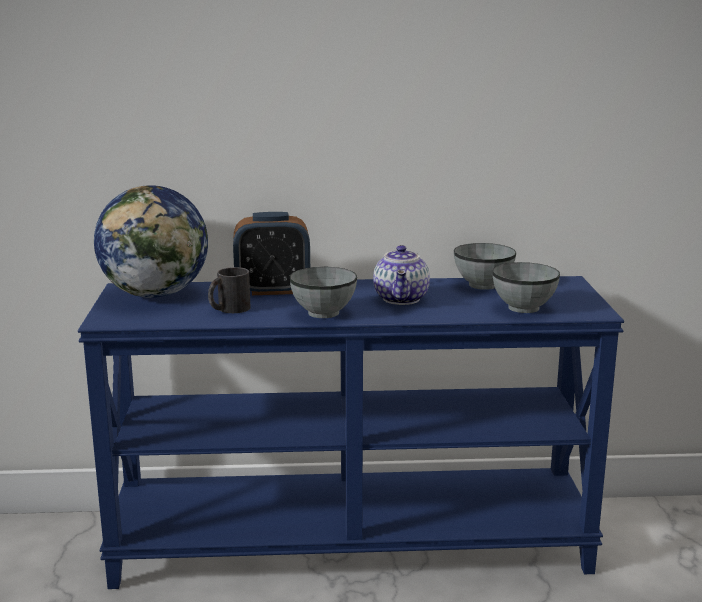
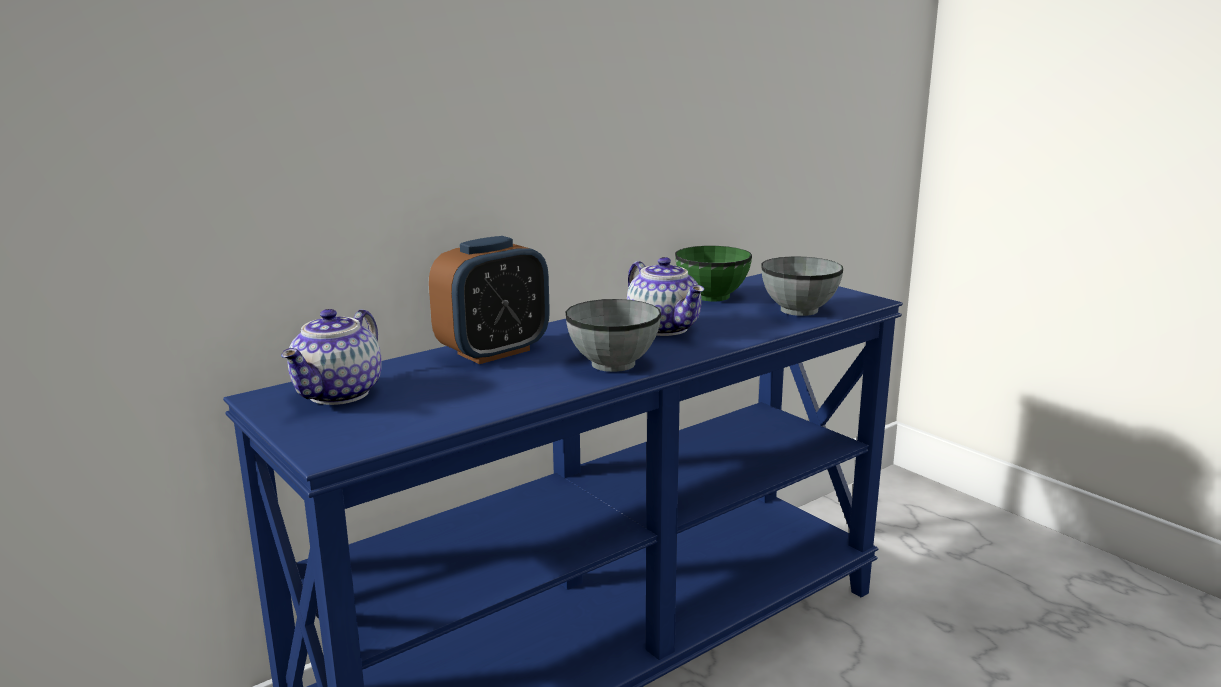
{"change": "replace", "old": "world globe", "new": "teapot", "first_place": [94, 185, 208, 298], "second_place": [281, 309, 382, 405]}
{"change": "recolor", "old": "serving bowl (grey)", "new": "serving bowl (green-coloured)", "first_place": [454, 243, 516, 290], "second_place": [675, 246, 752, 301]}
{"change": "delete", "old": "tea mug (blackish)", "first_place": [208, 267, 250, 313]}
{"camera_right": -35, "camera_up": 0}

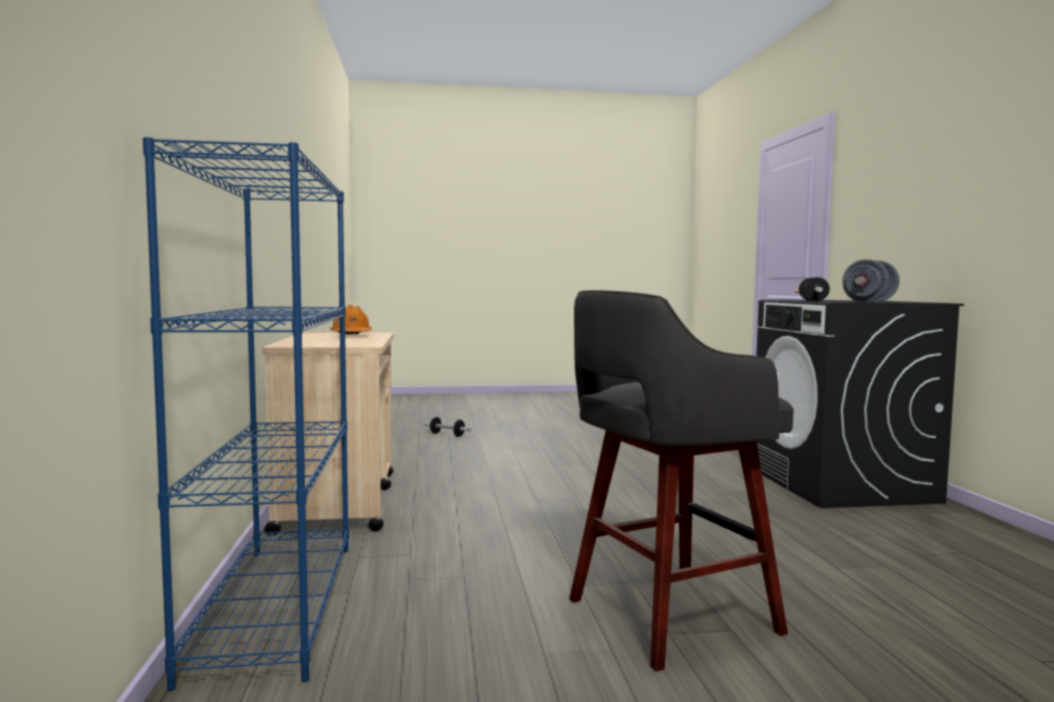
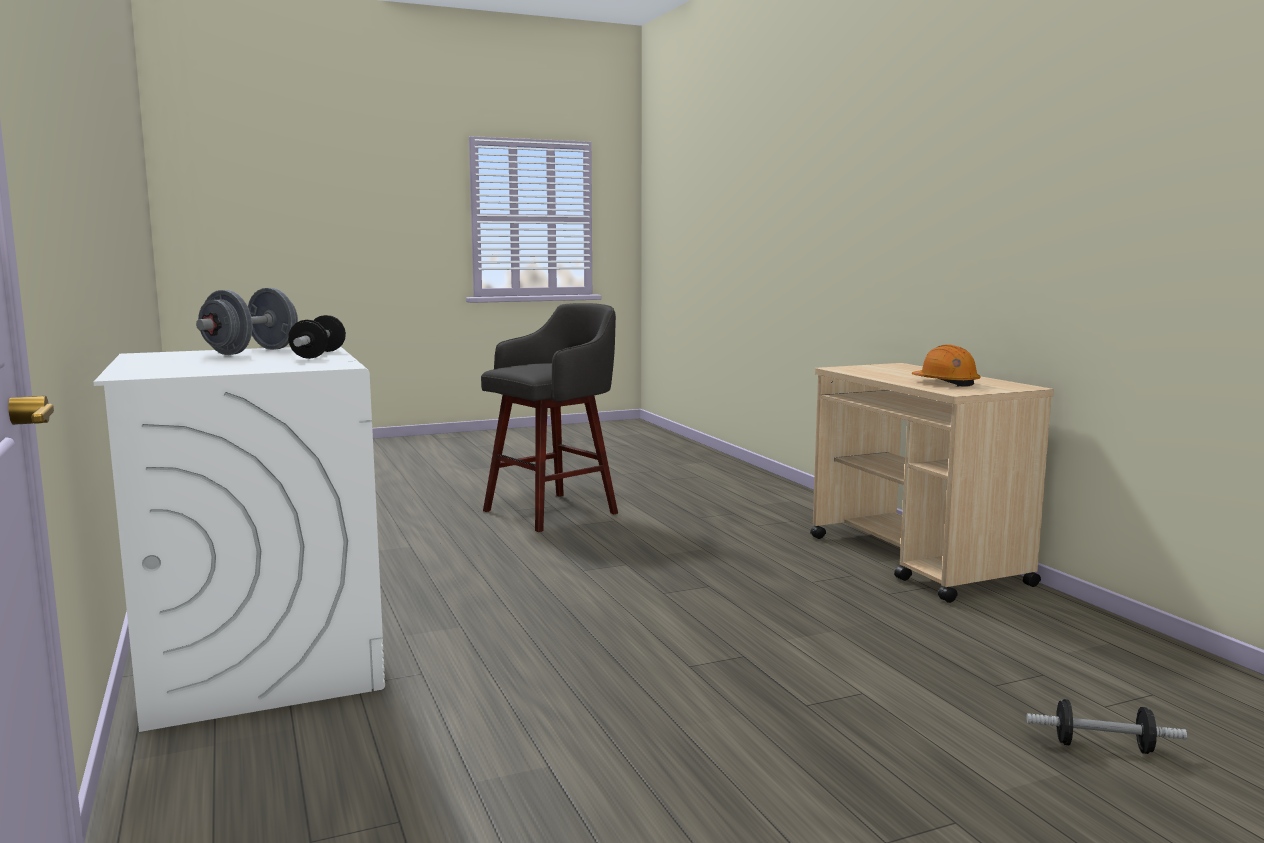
{"change": "delete", "old": "bookcase (bluish)", "first_place": [143, 137, 349, 691]}
{"change": "recolor", "old": "laundry appliance (blackish)", "new": "laundry appliance (white)", "first_place": [756, 300, 964, 508], "second_place": [93, 347, 385, 732]}
{"camera_right": 165, "camera_up": 5}

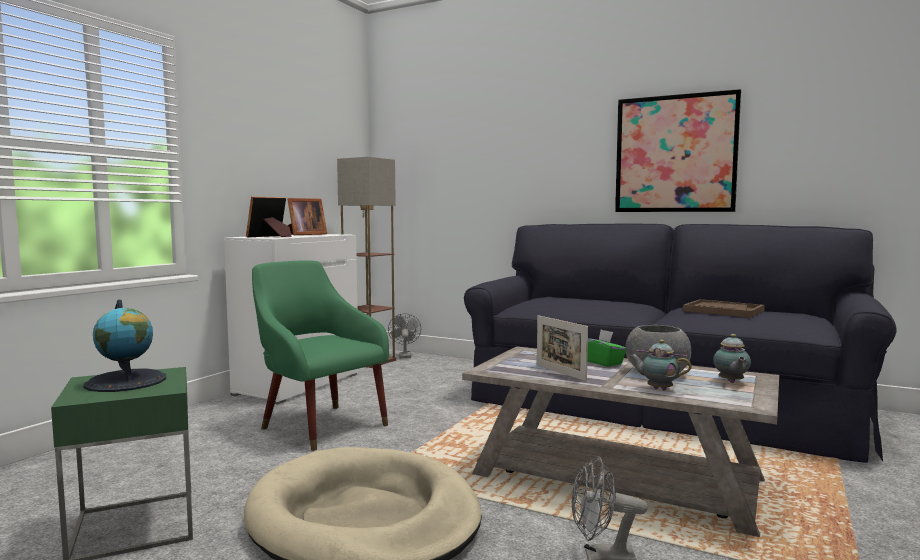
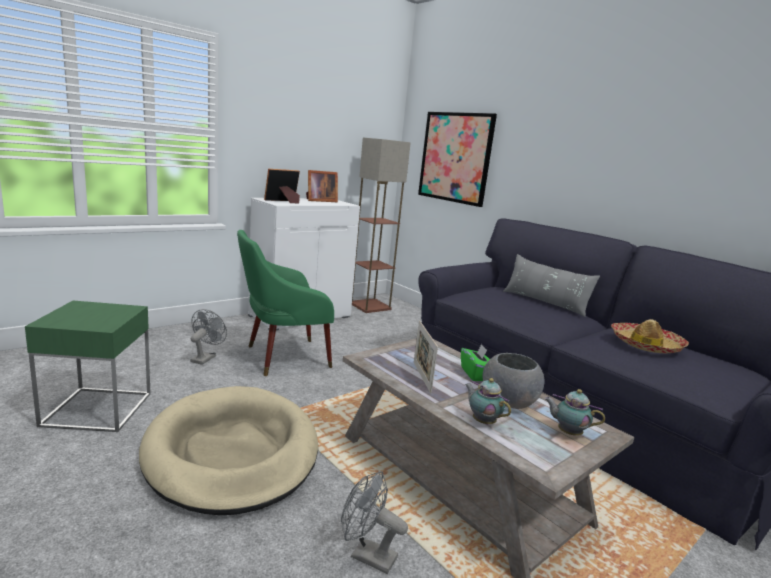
{"change": "move", "old": "wall picture", "first_place": [615, 89, 741, 212], "second_place": [418, 112, 497, 207]}
{"change": "rotate", "old": "armchair (green-coloured)", "first_place": [252, 260, 389, 451], "second_place": [237, 230, 334, 376], "degrees": -90}
{"change": "replace", "old": "serving tray (brown)", "new": "clothing hat", "first_place": [683, 299, 765, 318], "second_place": [611, 319, 689, 353]}
{"change": "delete", "old": "world globe", "first_place": [83, 300, 166, 392]}
{"change": "move", "old": "electric fan (grey)", "first_place": [388, 313, 421, 358], "second_place": [190, 309, 227, 365]}
{"change": "rotate", "old": "teapot", "first_place": [713, 334, 751, 383], "second_place": [544, 389, 605, 436], "degrees": 90}
{"change": "insert", "new": "pillow (grey)", "second_place": [503, 254, 600, 317]}
{"camera_right": 20, "camera_up": 10}

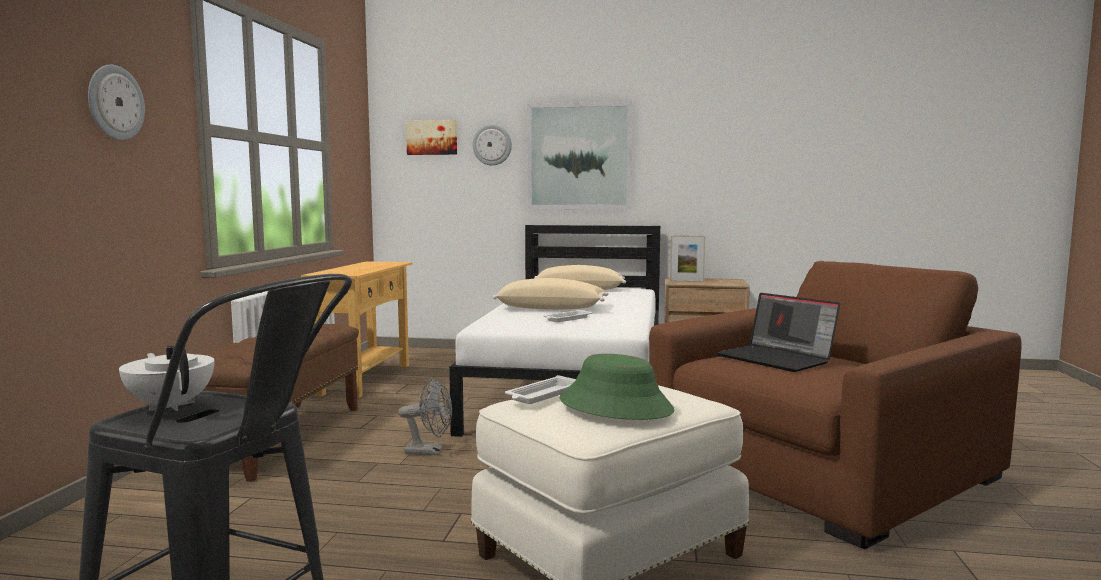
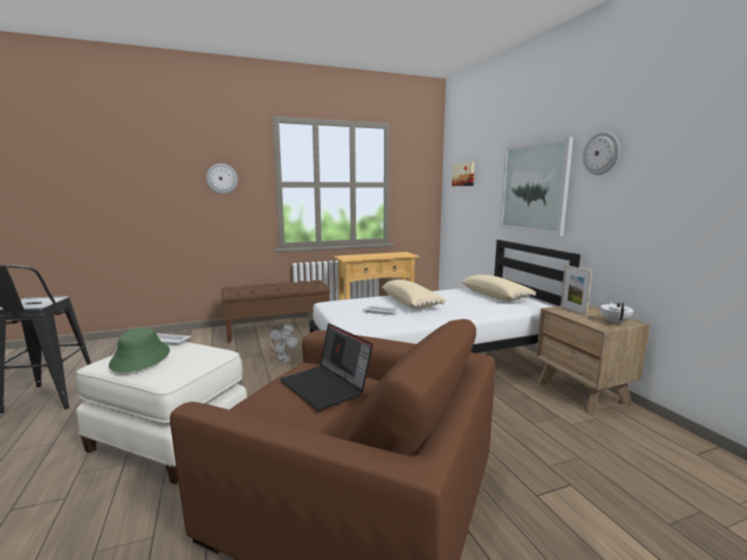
{"change": "move", "old": "wall clock", "first_place": [472, 124, 512, 166], "second_place": [583, 131, 620, 175]}
{"change": "rotate", "old": "notebook computer", "first_place": [717, 293, 840, 372], "second_place": [280, 323, 373, 411], "degrees": -60}
{"change": "move", "old": "teapot (white)", "first_place": [119, 346, 214, 411], "second_place": [601, 302, 634, 325]}
{"camera_right": 60, "camera_up": 5}

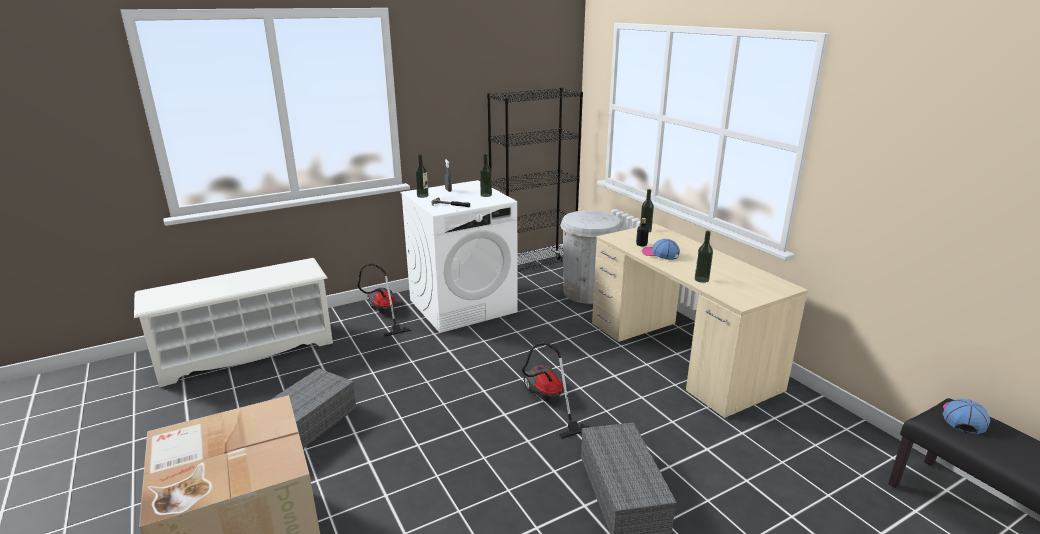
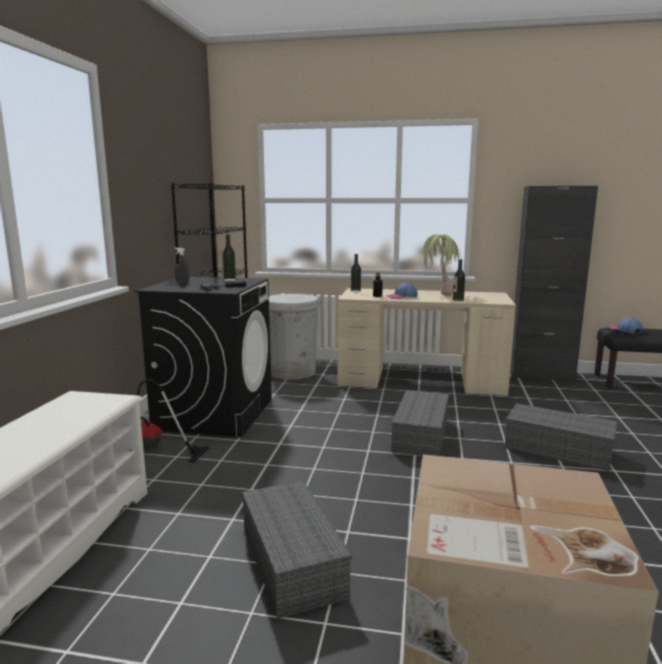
{"change": "delete", "old": "drink bottle", "first_place": [415, 154, 429, 198]}
{"change": "recolor", "old": "laundry appliance (white)", "new": "laundry appliance (blackish)", "first_place": [401, 180, 518, 333], "second_place": [135, 276, 272, 437]}
{"change": "replace", "old": "hoover", "new": "storage container (grey)", "first_place": [522, 343, 589, 439], "second_place": [391, 390, 449, 456]}
{"change": "insert", "new": "cabinet (blackish)", "second_place": [510, 186, 598, 382]}
{"change": "insert", "new": "plant in a pot", "second_place": [421, 234, 461, 296]}
{"camera_right": -50, "camera_up": -10}

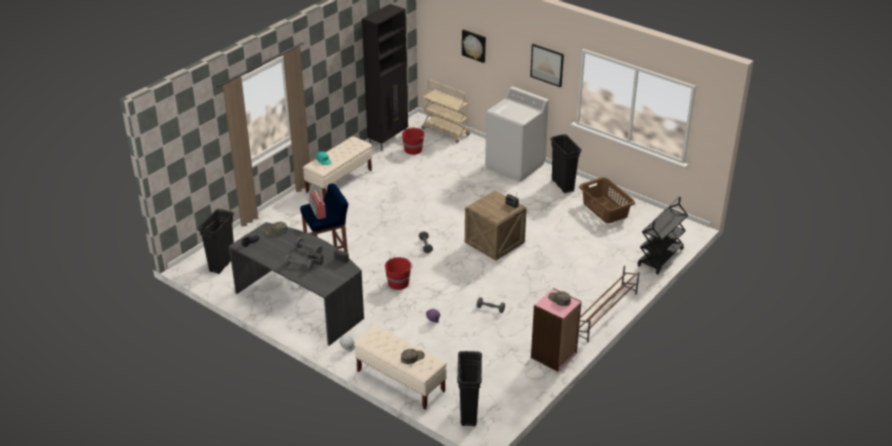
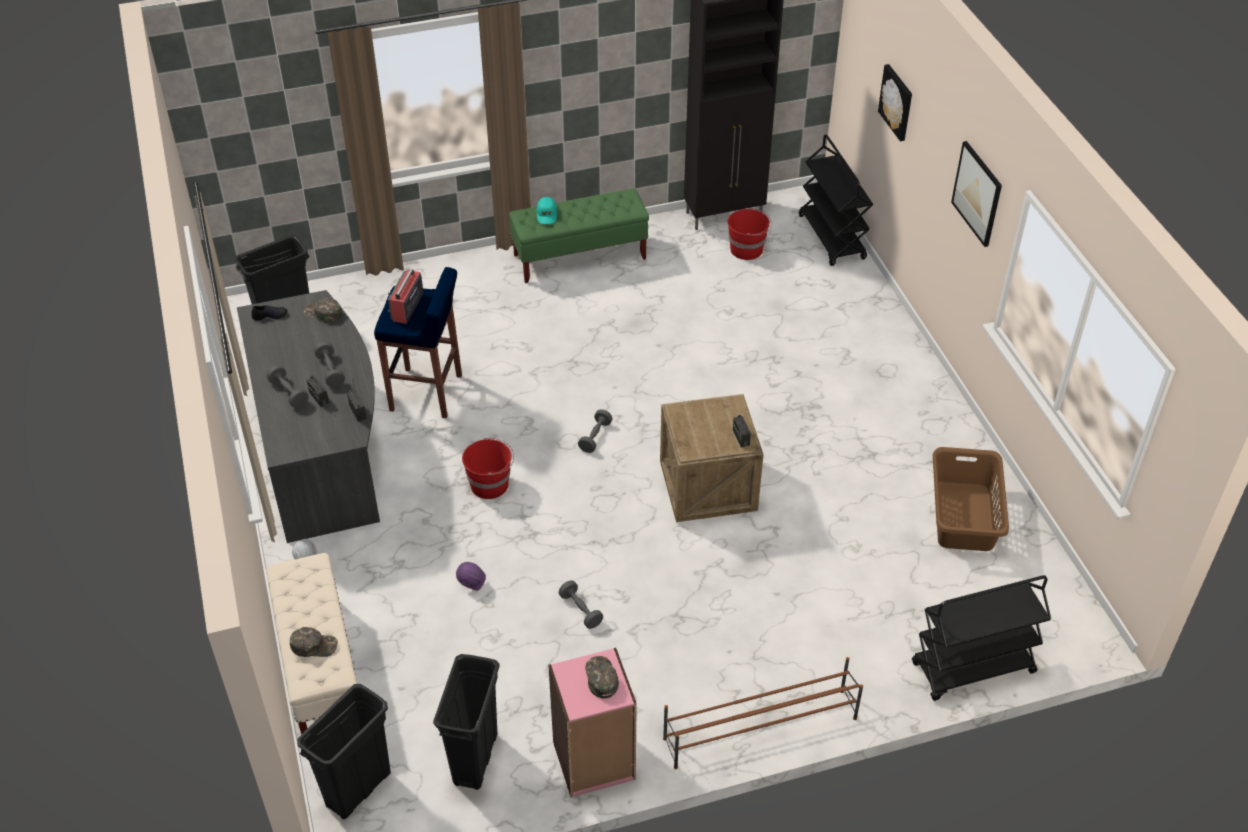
{"change": "recolor", "old": "trolley (sand-coloured)", "new": "trolley (blackish)", "first_place": [422, 80, 470, 143], "second_place": [799, 134, 873, 266]}
{"change": "delete", "old": "laundry appliance (white)", "first_place": [485, 86, 549, 182]}
{"change": "move", "old": "waste bin (blackish)", "first_place": [550, 134, 582, 193], "second_place": [433, 654, 500, 790]}
{"change": "recolor", "old": "bench (sand-coloured)", "new": "bench (green-coloured)", "first_place": [303, 136, 372, 199], "second_place": [509, 188, 649, 283]}
{"camera_right": 35, "camera_up": 10}

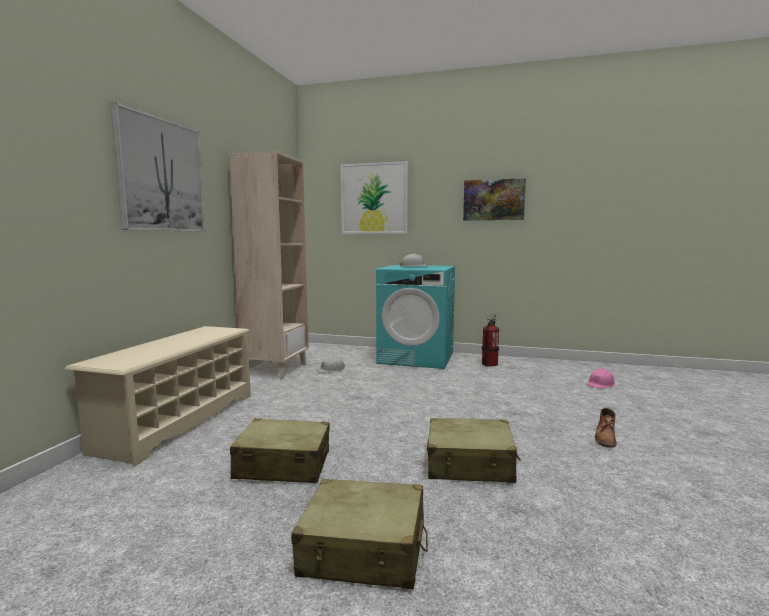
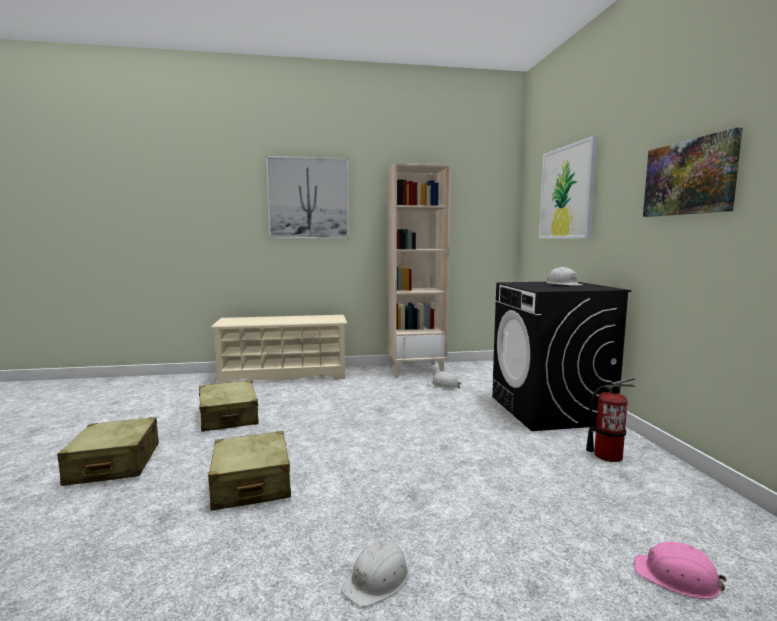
{"change": "recolor", "old": "laundry appliance (turquoise-coloured)", "new": "laundry appliance (blackish)", "first_place": [376, 265, 455, 369], "second_place": [492, 282, 631, 431]}
{"change": "replace", "old": "tall boot (brown)", "new": "safety helmet (white)", "first_place": [595, 408, 617, 448], "second_place": [341, 540, 409, 607]}
{"camera_right": 65, "camera_up": 0}

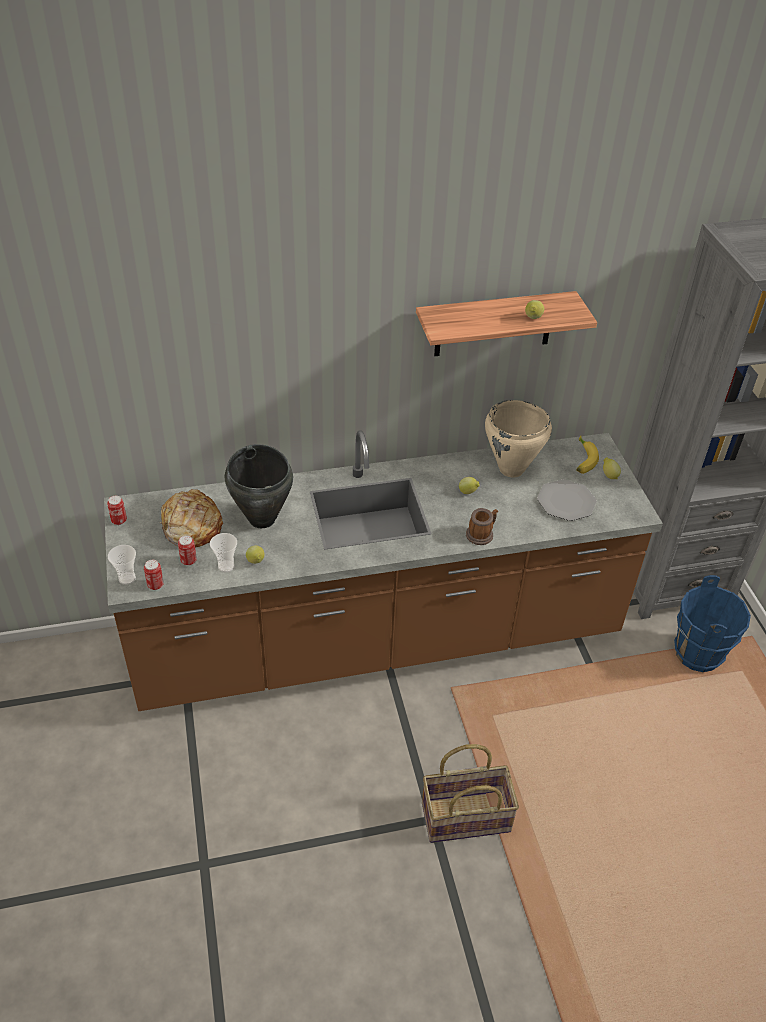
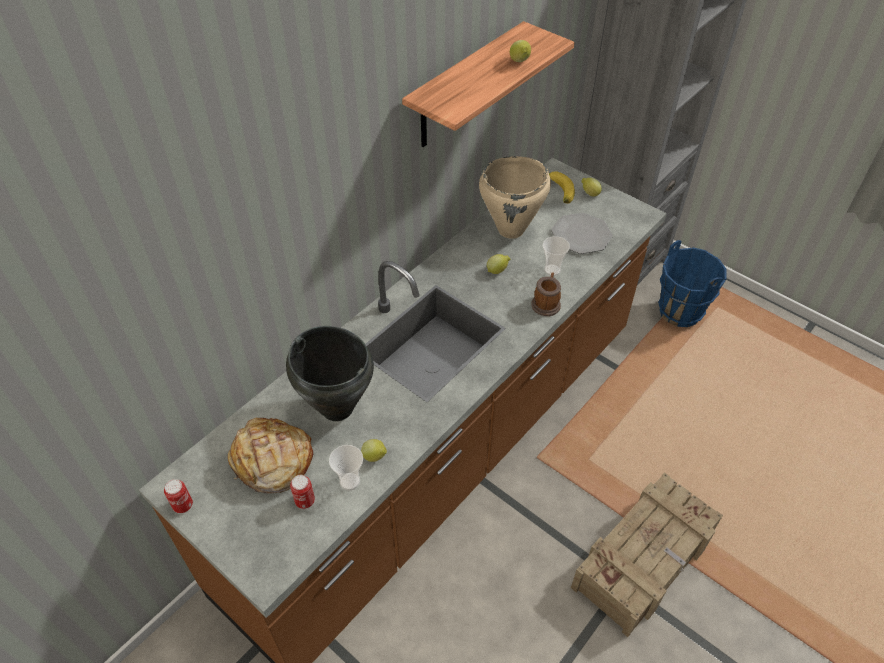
{"change": "move", "old": "small cup", "first_place": [108, 545, 136, 585], "second_place": [543, 236, 570, 276]}
{"change": "delete", "old": "metal can", "first_place": [144, 560, 164, 590]}
{"change": "replace", "old": "household basket", "new": "packing crate", "first_place": [422, 744, 519, 843], "second_place": [571, 472, 723, 637]}
{"camera_right": -35, "camera_up": 5}

